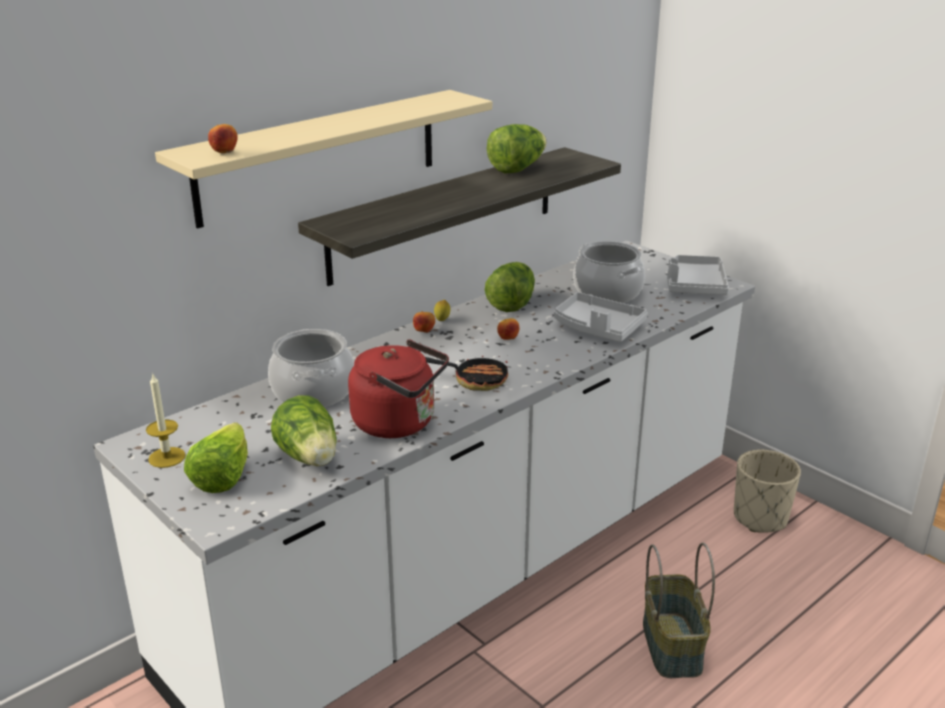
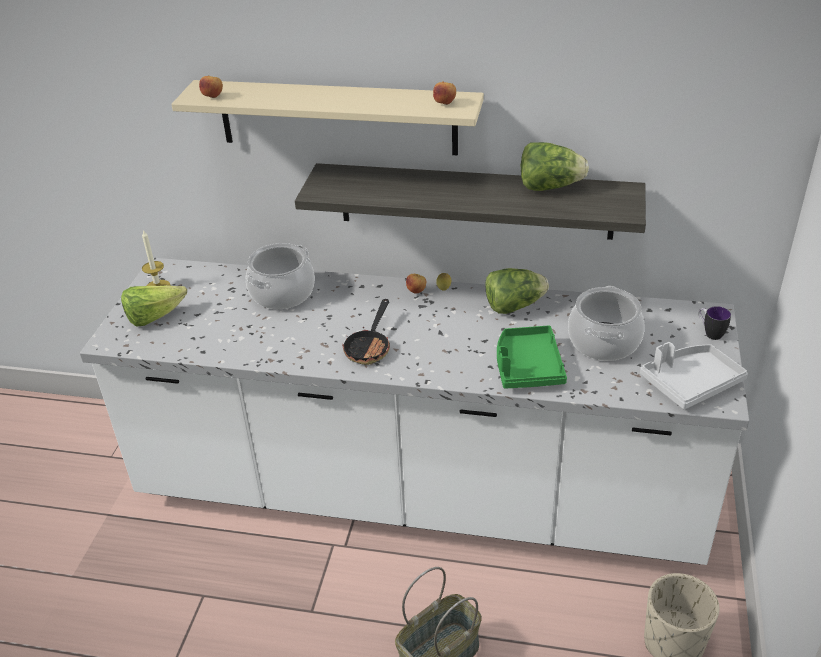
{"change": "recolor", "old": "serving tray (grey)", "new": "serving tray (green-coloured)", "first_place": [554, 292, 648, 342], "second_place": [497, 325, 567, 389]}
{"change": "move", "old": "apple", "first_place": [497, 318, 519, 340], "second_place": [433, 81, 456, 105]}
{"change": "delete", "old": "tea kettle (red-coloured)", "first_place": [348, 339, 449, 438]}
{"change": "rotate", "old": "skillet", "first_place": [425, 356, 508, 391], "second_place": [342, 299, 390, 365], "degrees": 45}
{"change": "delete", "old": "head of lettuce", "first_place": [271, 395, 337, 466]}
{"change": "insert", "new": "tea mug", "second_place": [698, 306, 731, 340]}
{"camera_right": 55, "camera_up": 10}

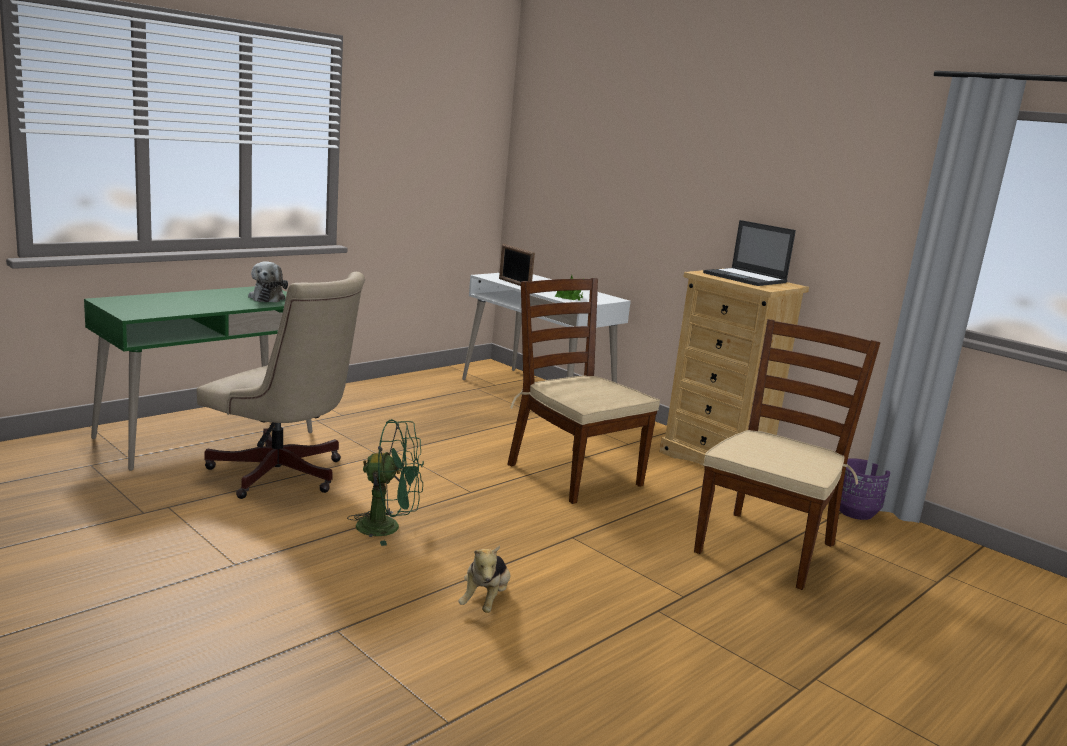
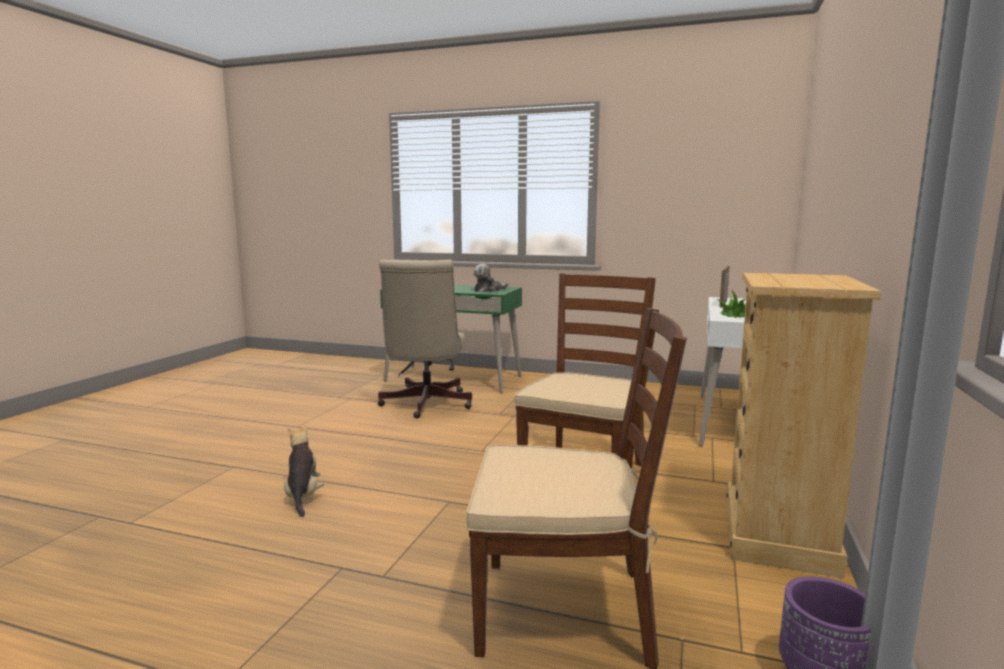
{"change": "delete", "old": "notebook computer", "first_place": [703, 220, 796, 286]}
{"change": "delete", "old": "electric fan (green-coloured)", "first_place": [347, 419, 424, 546]}
{"change": "rotate", "old": "plush toy", "first_place": [459, 545, 510, 613], "second_place": [284, 425, 324, 517], "degrees": 90}
{"camera_right": 65, "camera_up": -5}

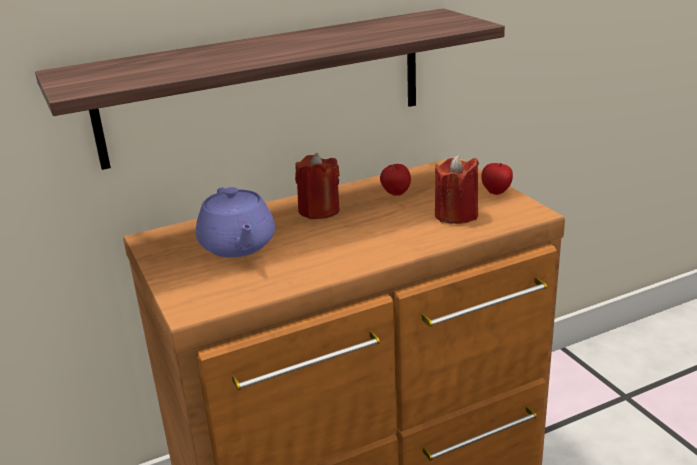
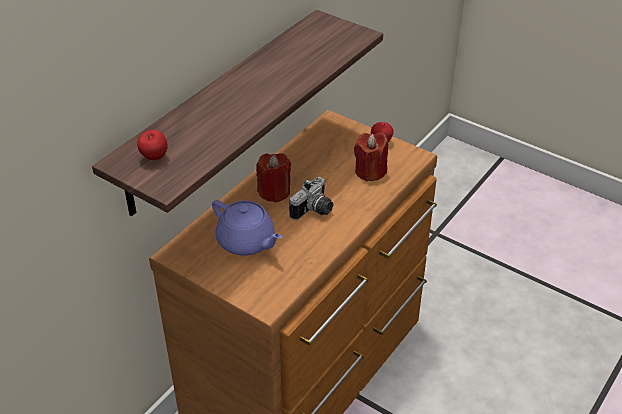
{"change": "move", "old": "apple", "first_place": [380, 164, 411, 196], "second_place": [137, 130, 168, 160]}
{"change": "insert", "new": "photo camera", "second_place": [289, 177, 333, 220]}
{"camera_right": -30, "camera_up": 15}

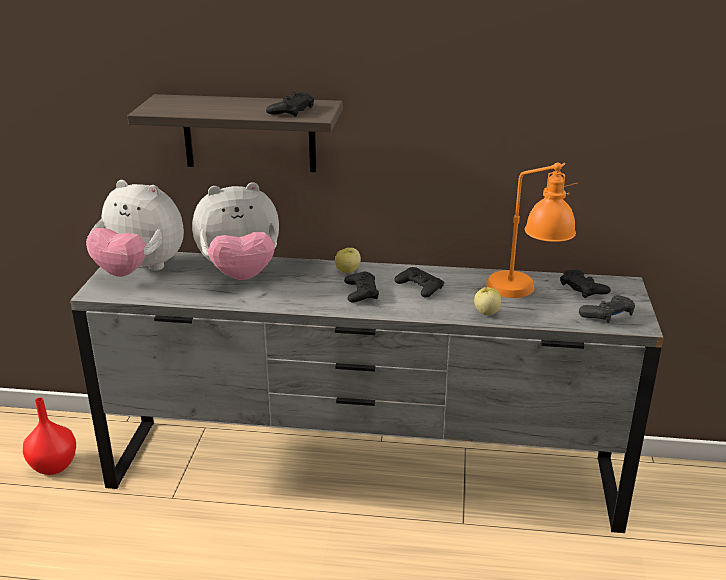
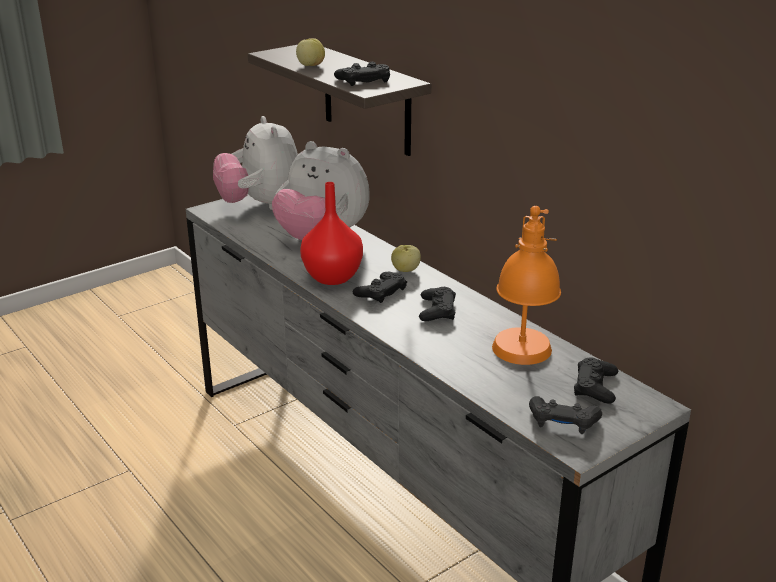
{"change": "move", "old": "apple", "first_place": [474, 287, 501, 315], "second_place": [296, 38, 325, 66]}
{"change": "move", "old": "decorative vase (red-coloured)", "first_place": [23, 398, 76, 475], "second_place": [300, 182, 363, 285]}
{"camera_right": 45, "camera_up": 0}

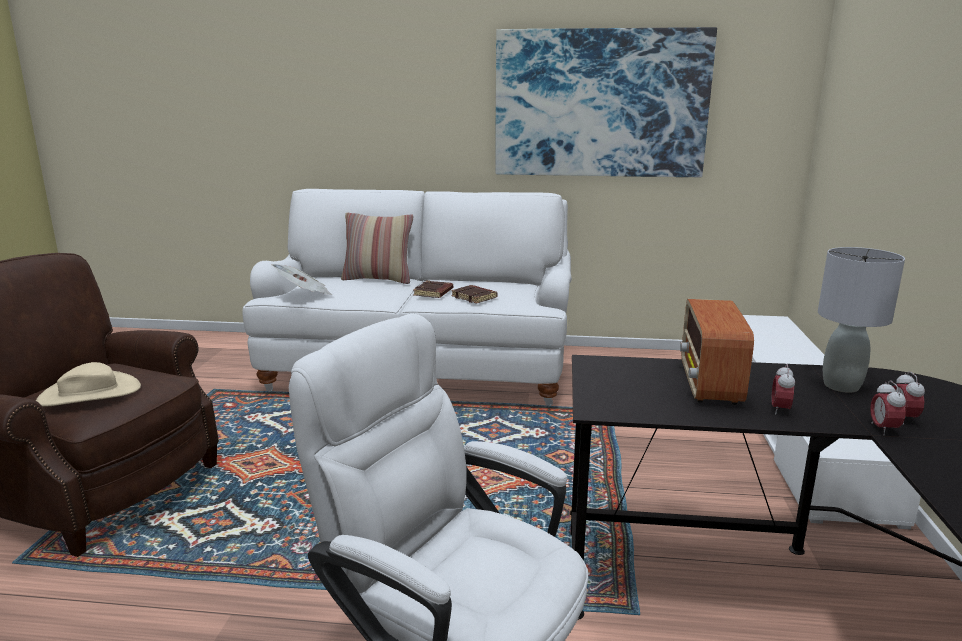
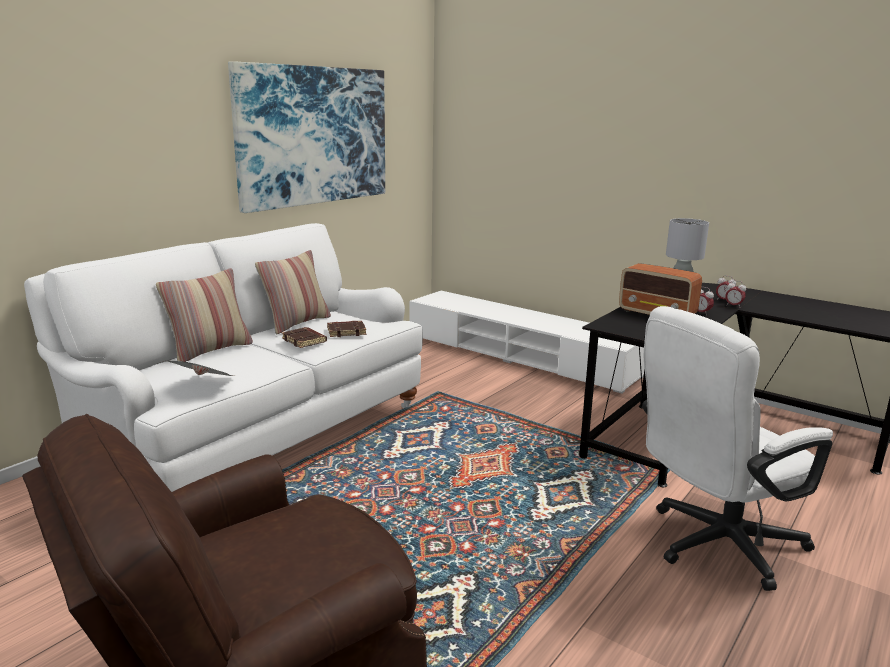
{"change": "delete", "old": "clothing hat (sand-coloured)", "first_place": [36, 362, 141, 406]}
{"change": "insert", "new": "pillow", "second_place": [255, 250, 331, 334]}
{"camera_right": -60, "camera_up": 0}

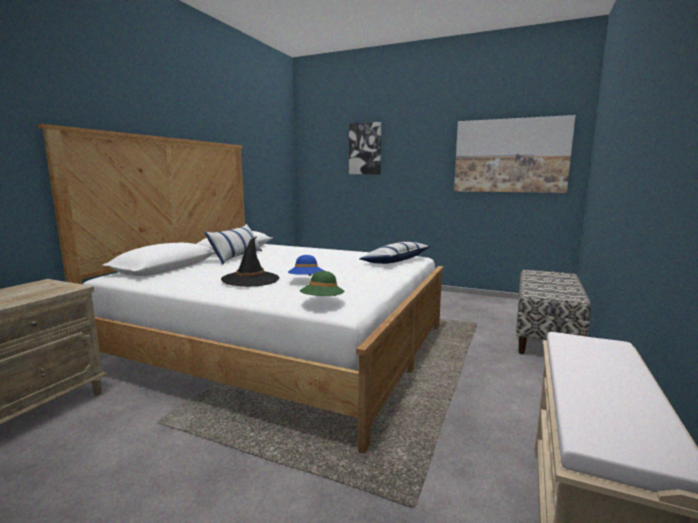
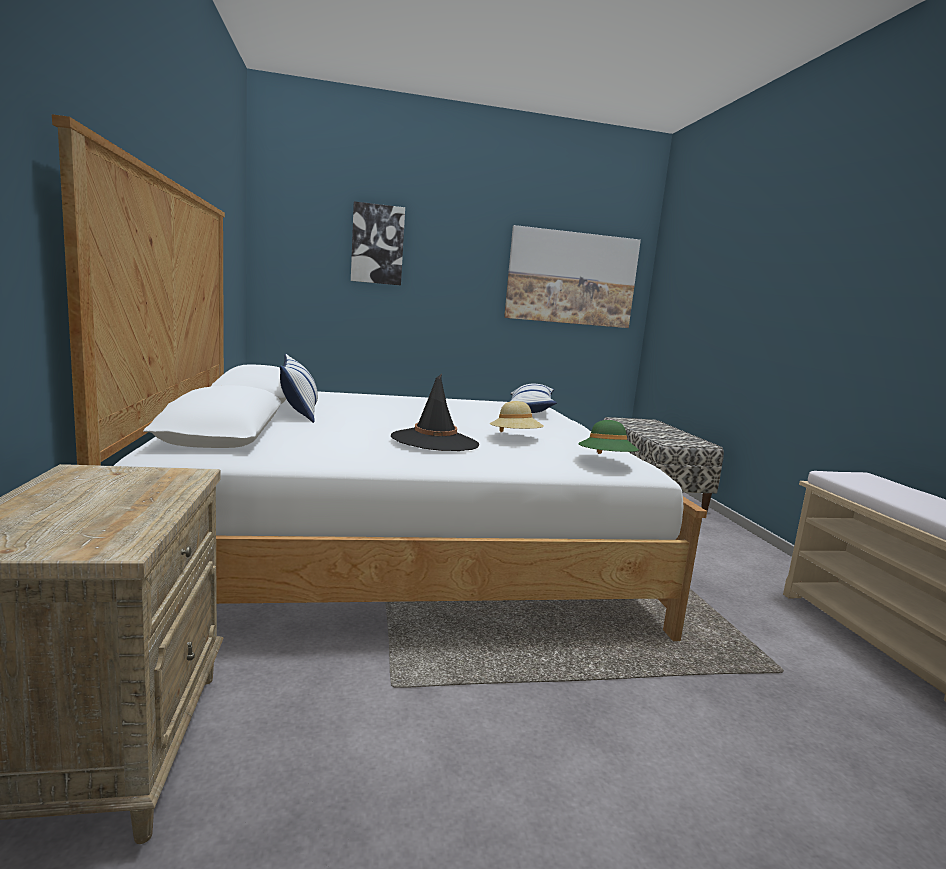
{"change": "recolor", "old": "clothing hat (bluish)", "new": "clothing hat (sand-coloured)", "first_place": [288, 255, 324, 276], "second_place": [490, 401, 544, 432]}
{"camera_right": -35, "camera_up": 0}

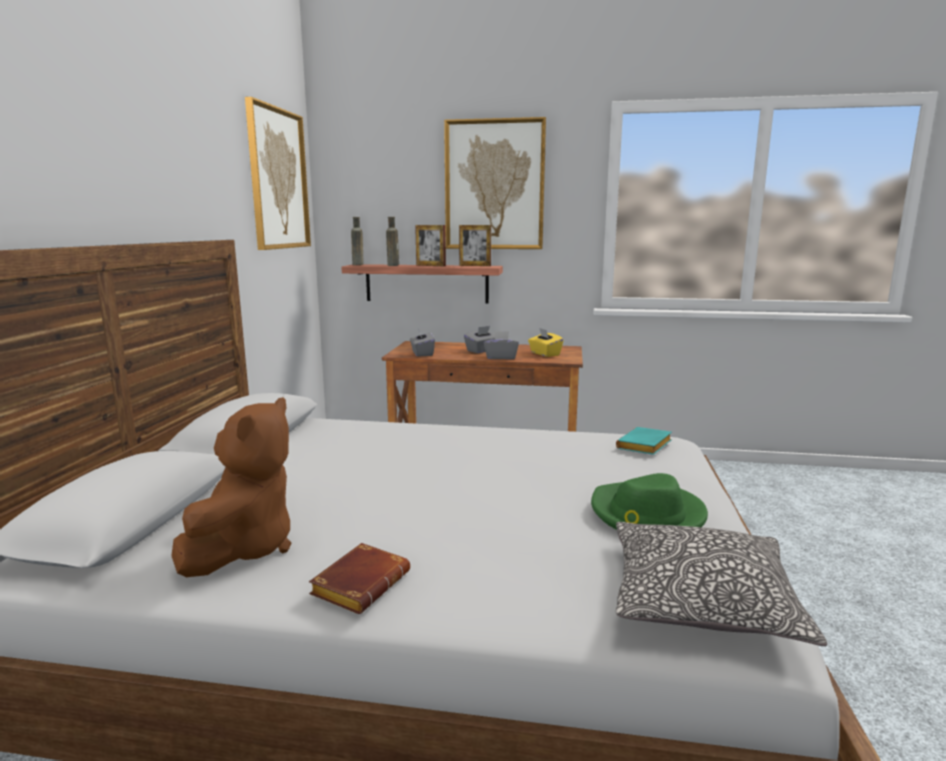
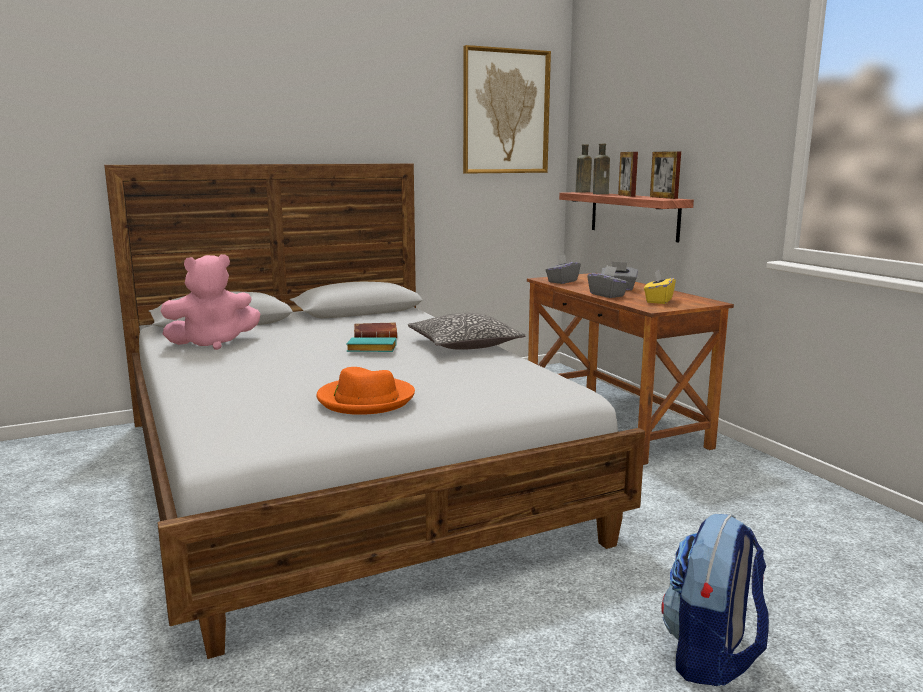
{"change": "delete", "old": "wall picture", "first_place": [444, 117, 546, 249]}
{"change": "recolor", "old": "plush toy (brown)", "new": "plush toy (pinkish)", "first_place": [171, 397, 291, 577], "second_place": [161, 254, 261, 350]}
{"change": "move", "old": "bound book (turquoise-coloured)", "first_place": [616, 427, 672, 455], "second_place": [346, 337, 396, 352]}
{"change": "recolor", "old": "clothing hat (green-coloured)", "new": "clothing hat (orange)", "first_place": [591, 473, 708, 530], "second_place": [316, 367, 415, 415]}
{"change": "move", "old": "pillow", "first_place": [616, 522, 827, 646], "second_place": [408, 313, 525, 350]}
{"change": "move", "old": "bound book (brown)", "first_place": [309, 543, 410, 614], "second_place": [354, 322, 397, 338]}
{"change": "insert", "new": "backpack", "second_place": [661, 514, 769, 686]}
{"camera_right": 55, "camera_up": 0}

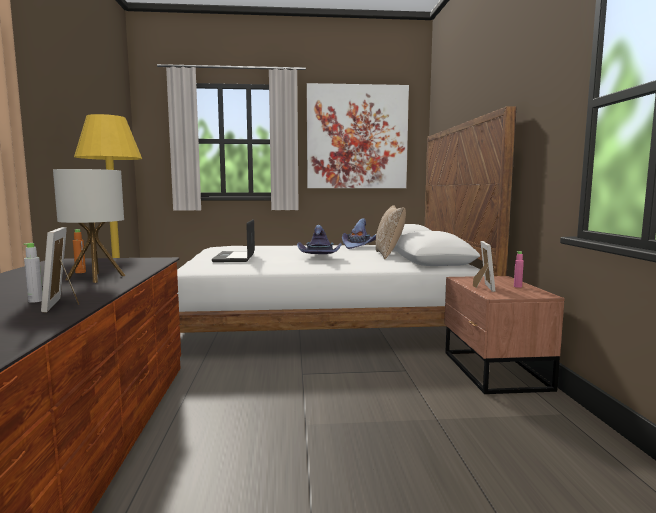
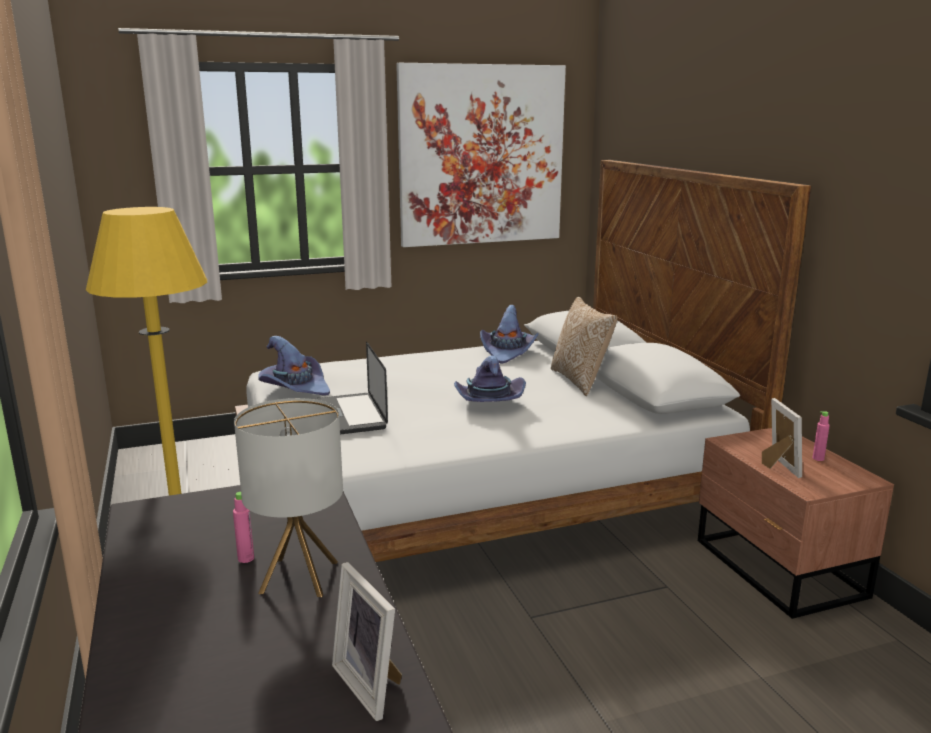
{"change": "recolor", "old": "drink bottle (orange)", "new": "drink bottle (pinkish)", "first_place": [73, 229, 86, 273], "second_place": [233, 492, 254, 563]}
{"change": "delete", "old": "drink bottle (grey)", "first_place": [24, 243, 42, 303]}
{"change": "insert", "new": "clothing hat (purple)", "second_place": [258, 336, 330, 395]}
{"camera_right": -15, "camera_up": 10}

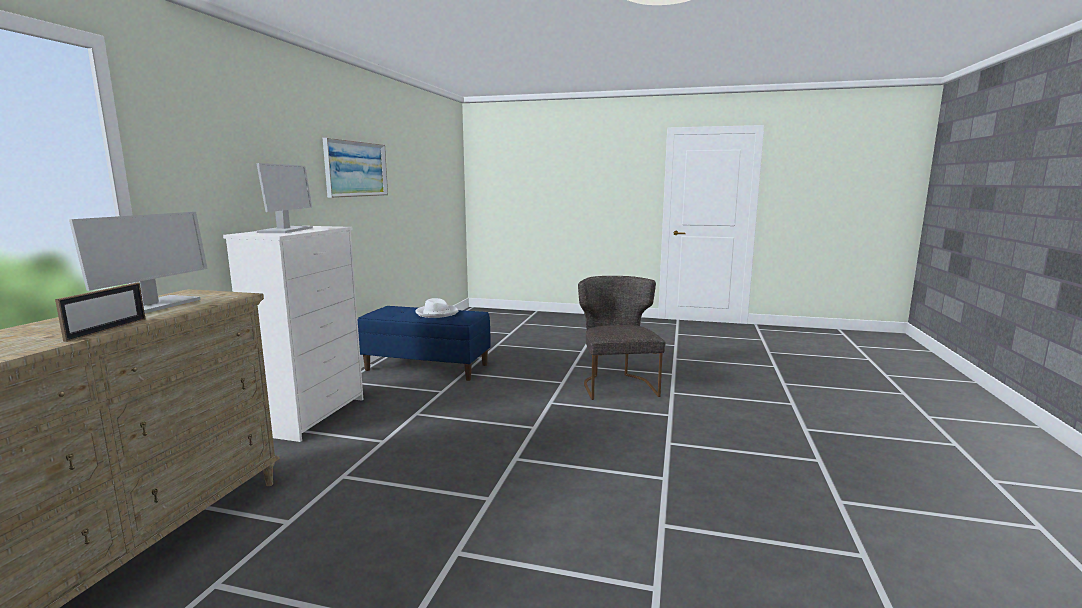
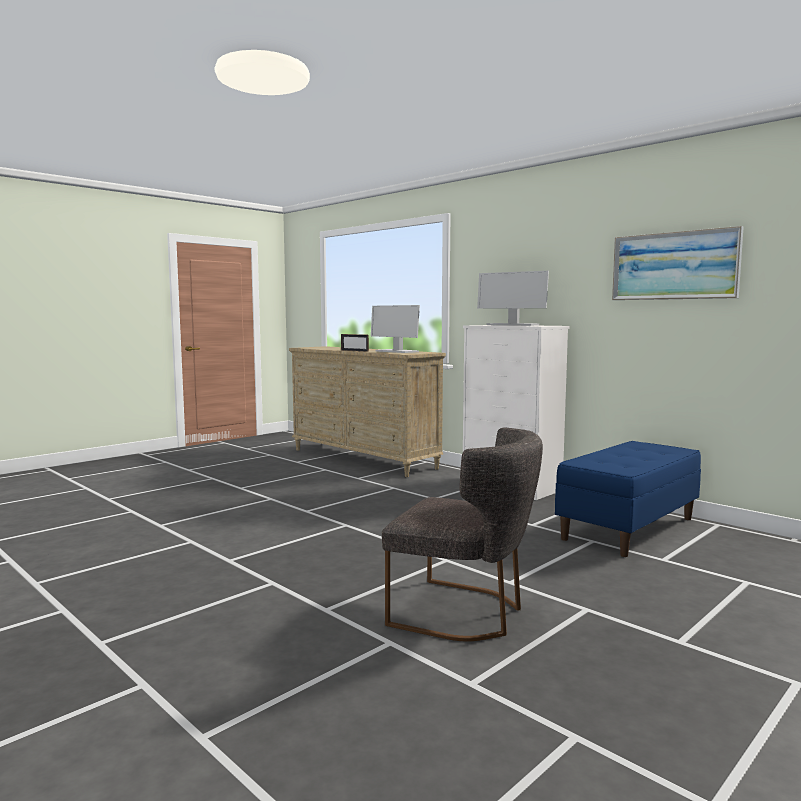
{"change": "delete", "old": "clothing hat (white)", "first_place": [415, 298, 458, 318]}
{"camera_right": 120, "camera_up": -5}

